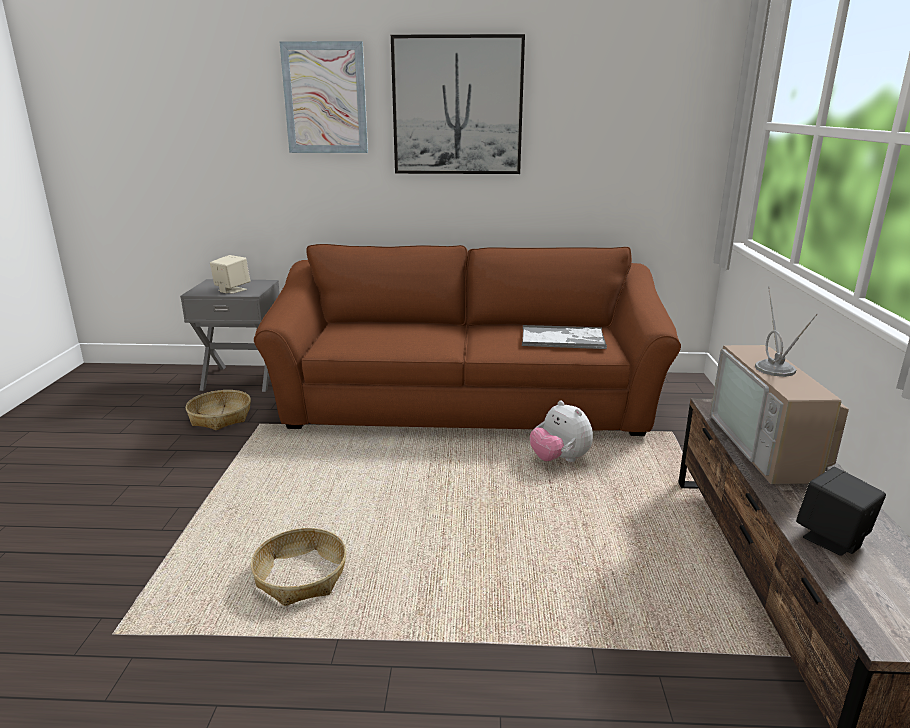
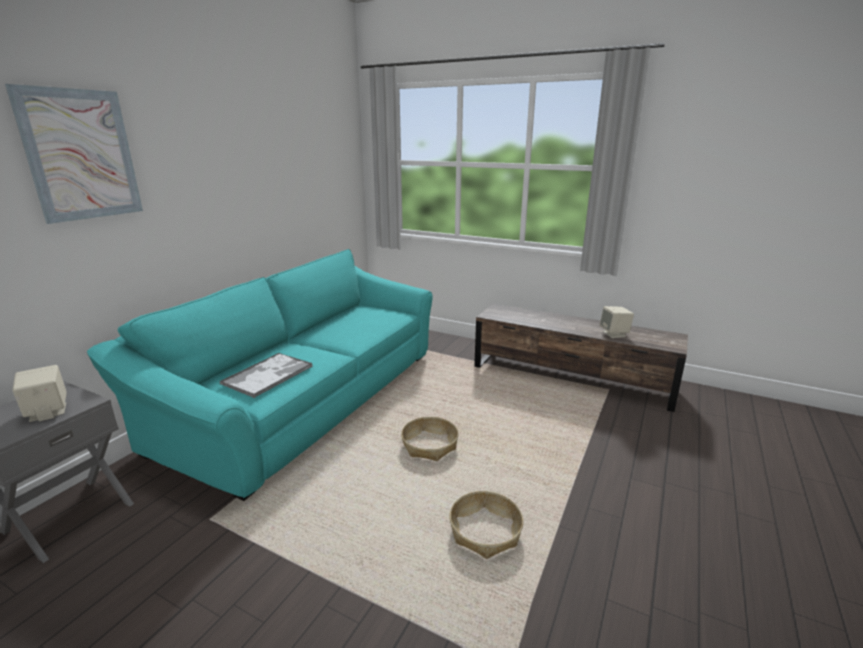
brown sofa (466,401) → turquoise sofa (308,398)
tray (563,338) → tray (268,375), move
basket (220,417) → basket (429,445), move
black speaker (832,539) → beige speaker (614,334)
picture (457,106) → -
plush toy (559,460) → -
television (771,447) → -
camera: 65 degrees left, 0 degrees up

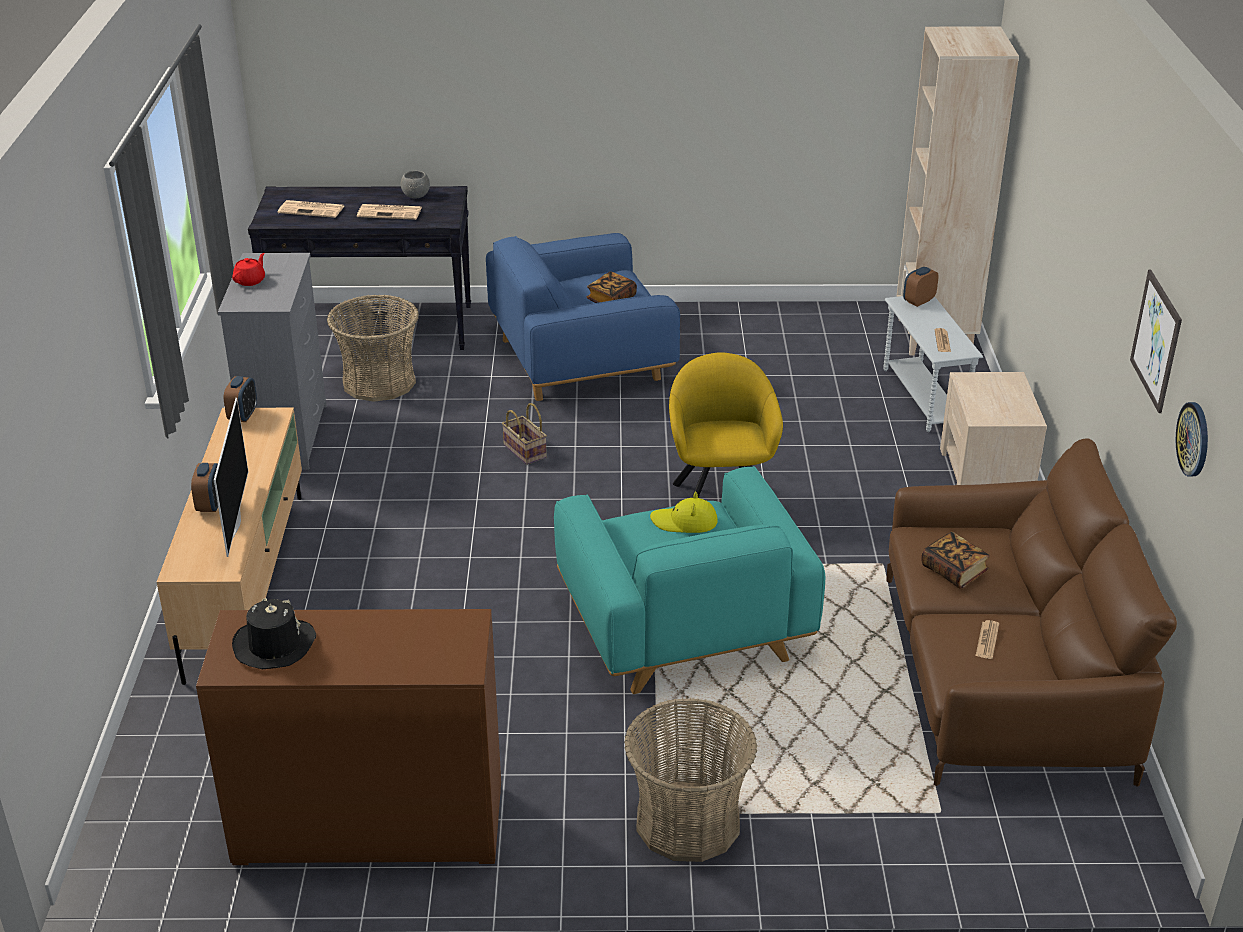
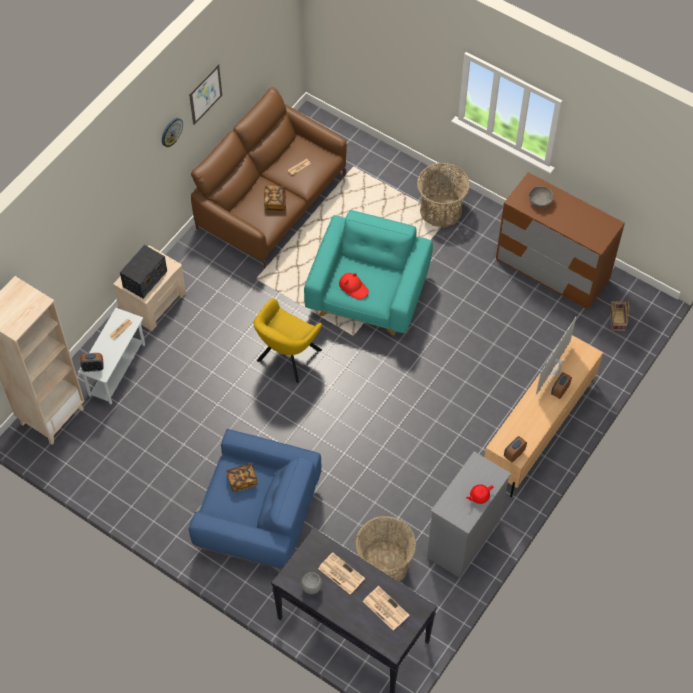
- → radio (145,279)
wall clock (1194,439) → wall clock (171,132), move
yellow hat (684,522) → red hat (353,287)
- → grey bowl (540,201)
basket (523,451) → basket (618,321), move
black hat (274,645) → -
camera: 145 degrees left, 25 degrees up

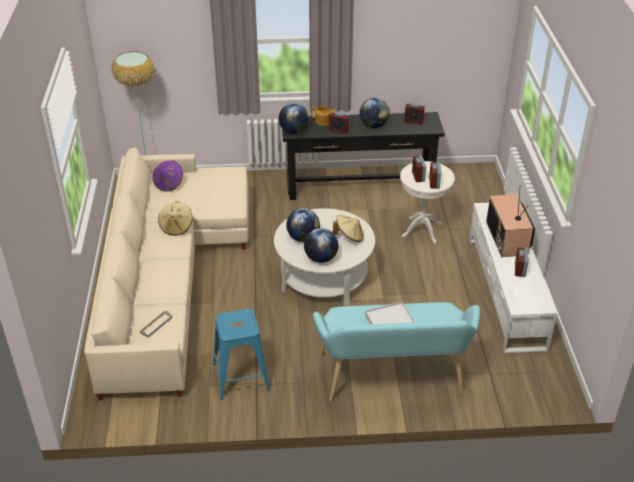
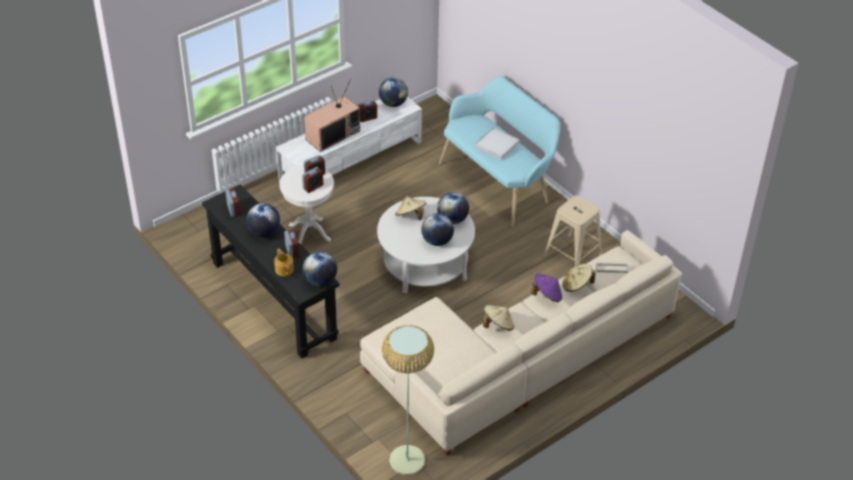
- → globe (393,103)
purple hat (169,184) → purple hat (547,295), move
blue stool (241,377) → beige stool (573,256)
- → beige hat (576,285)
camera: 125 degrees left, 5 degrees up

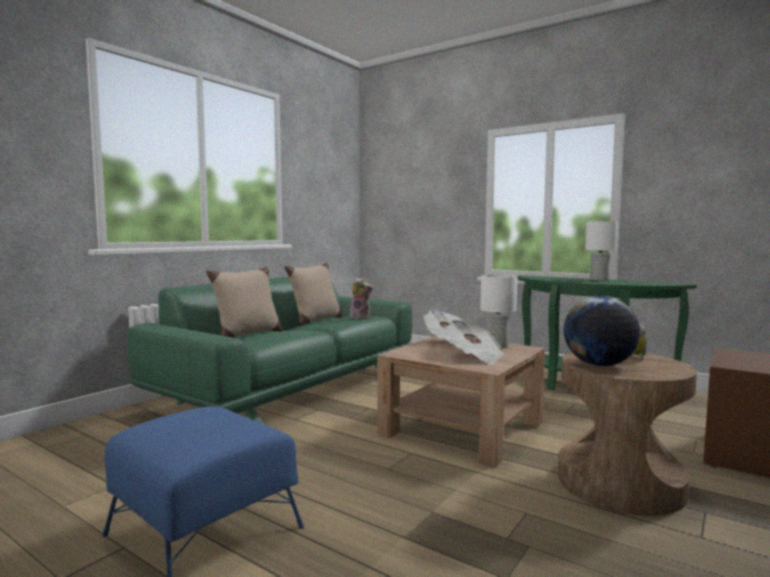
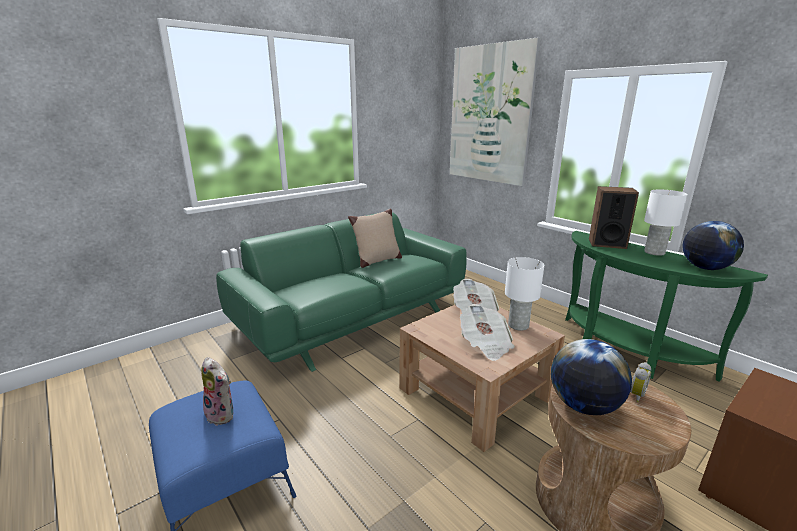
plush toy (361,318) → plush toy (223,414), move
- → picture (489,115)
- → speaker (607,243)
- → globe (705,268)
beige pillow (247,334) → -
camera: 15 degrees right, 15 degrees up

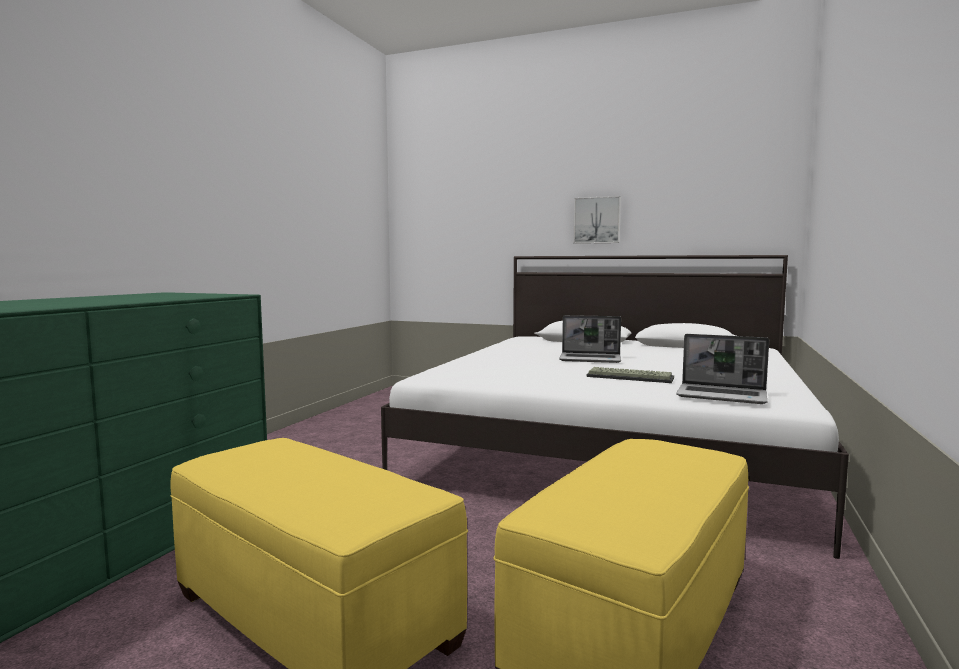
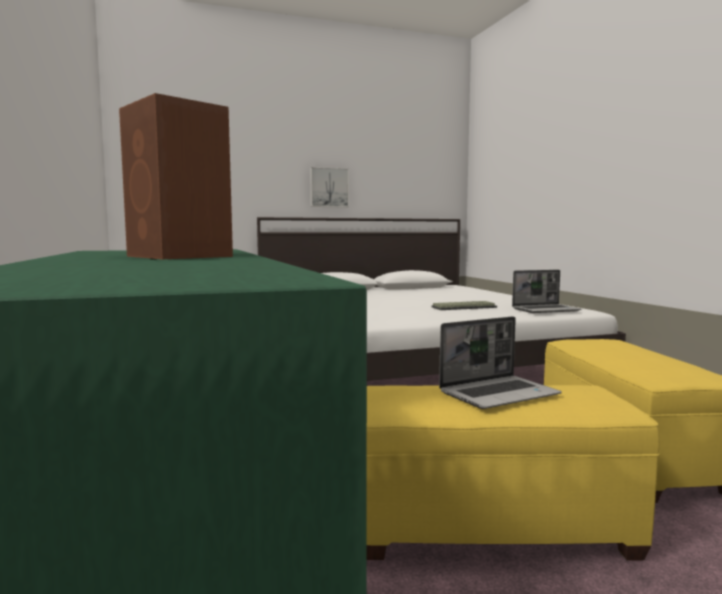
- → brown speaker (180,256)
laptop (591,359) → laptop (499,394), move
camera: 40 degrees left, 0 degrees up

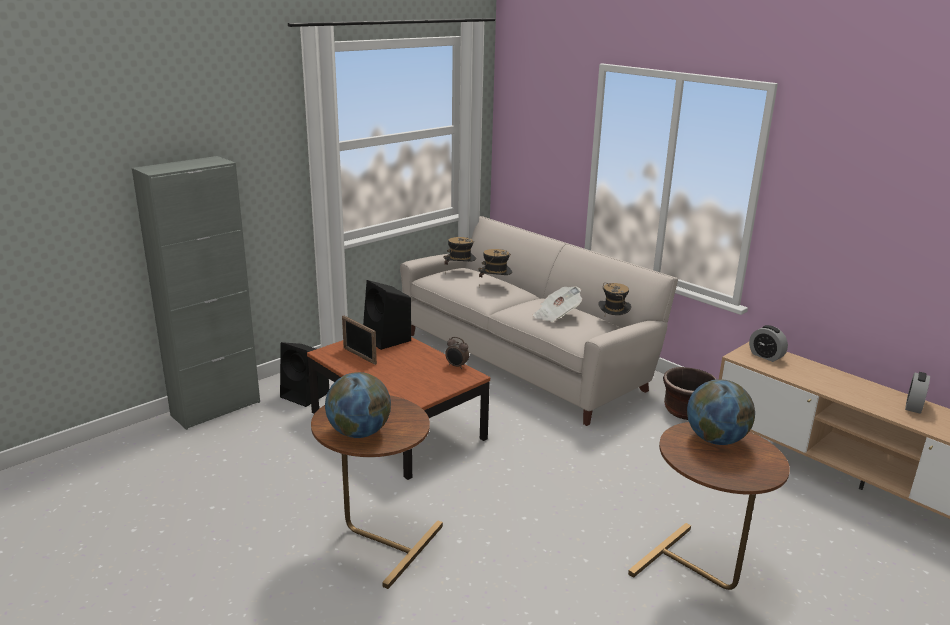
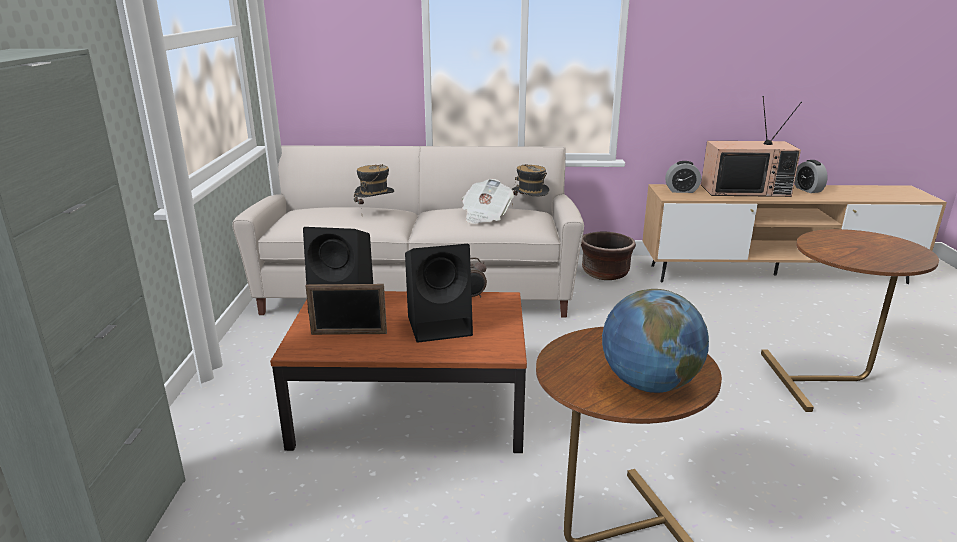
black speaker (306,395) → black speaker (441,325), move
- → television (745,190)
hat (459,272) → -
globe (715,439) → -
camera: 45 degrees left, 0 degrees up

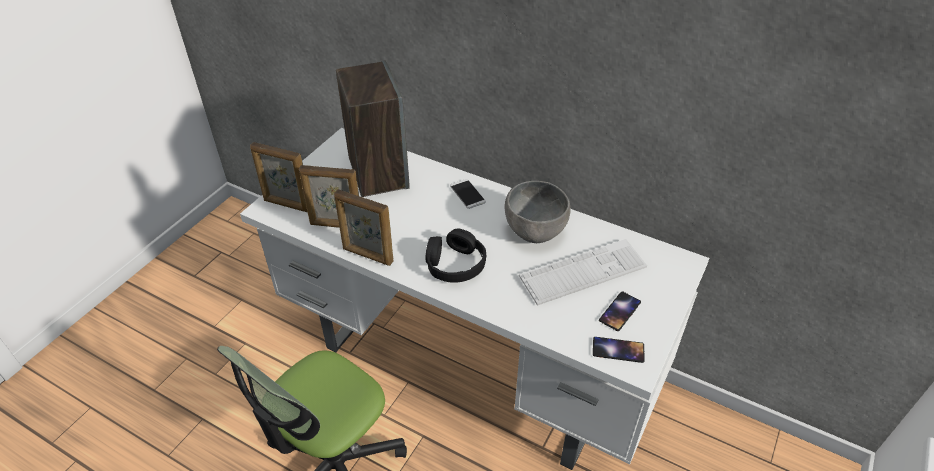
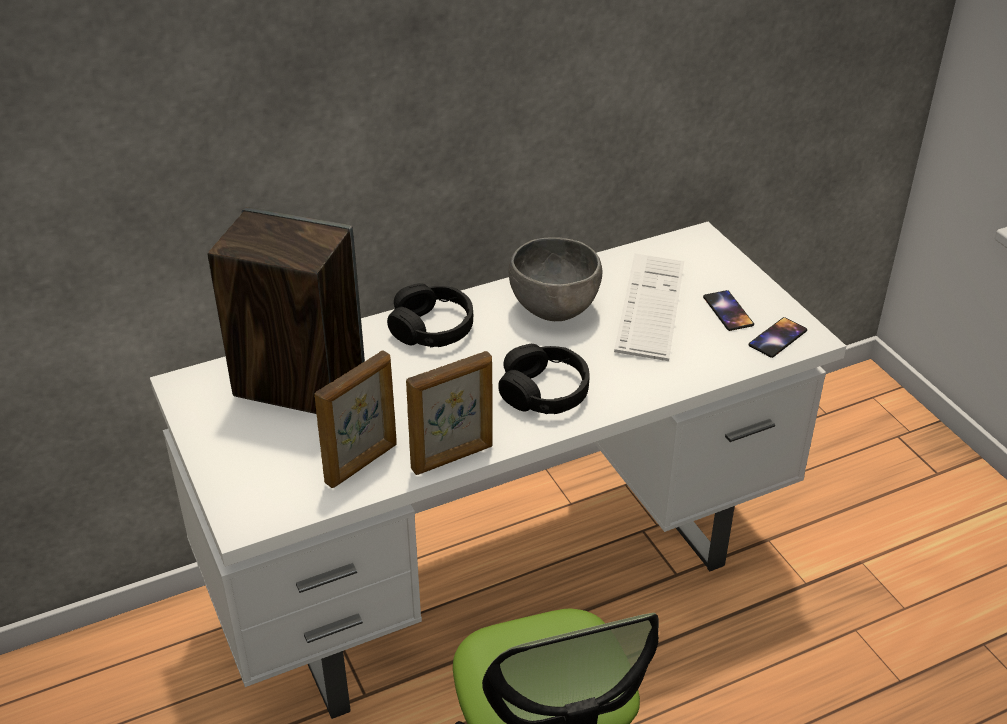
phone (467,194) → black headphones (432,328)
picture frame (287,205) → -
camera: 55 degrees left, 5 degrees down

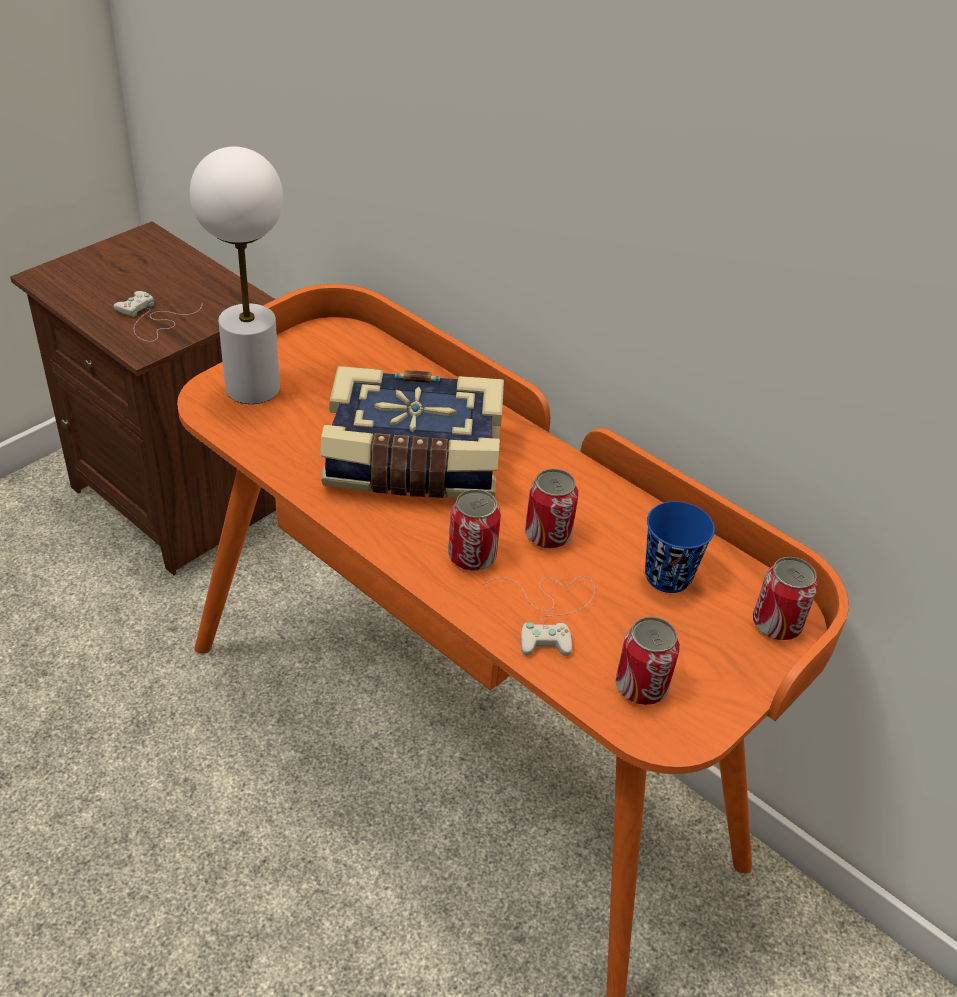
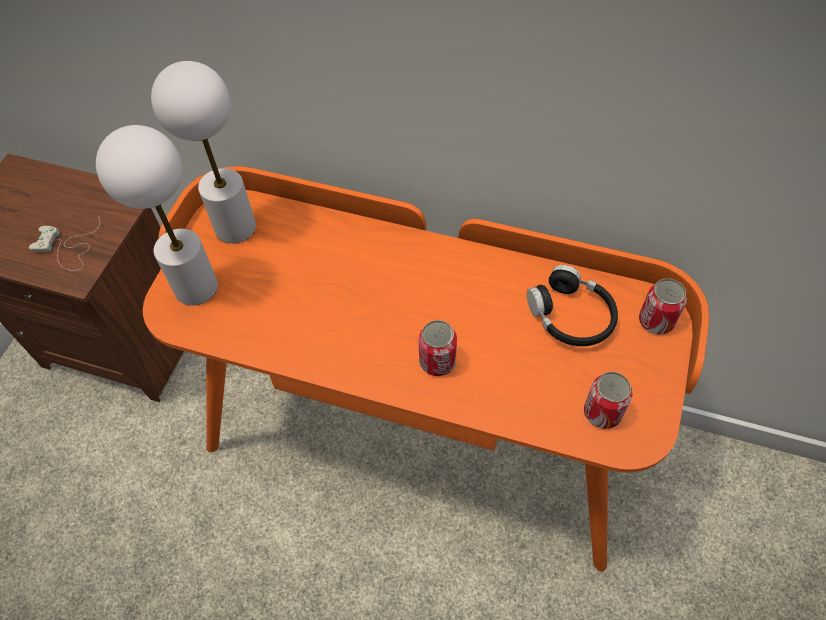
- → white table lamp (236,227)
blue cup (668,576) → black headphones (571,316)
book (413,463) → -
white game controller (549,612) → -
can (548,535) → -
camera: 20 degrees left, 15 degrees up

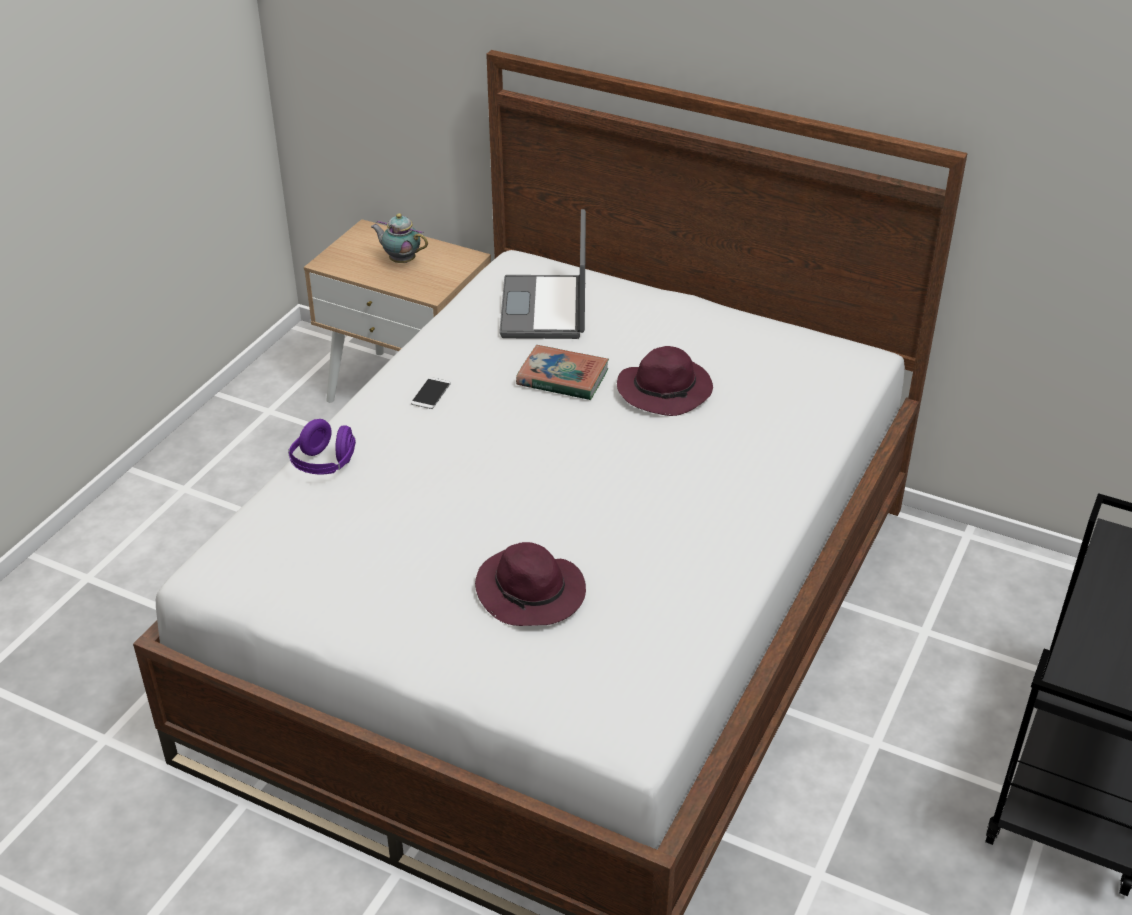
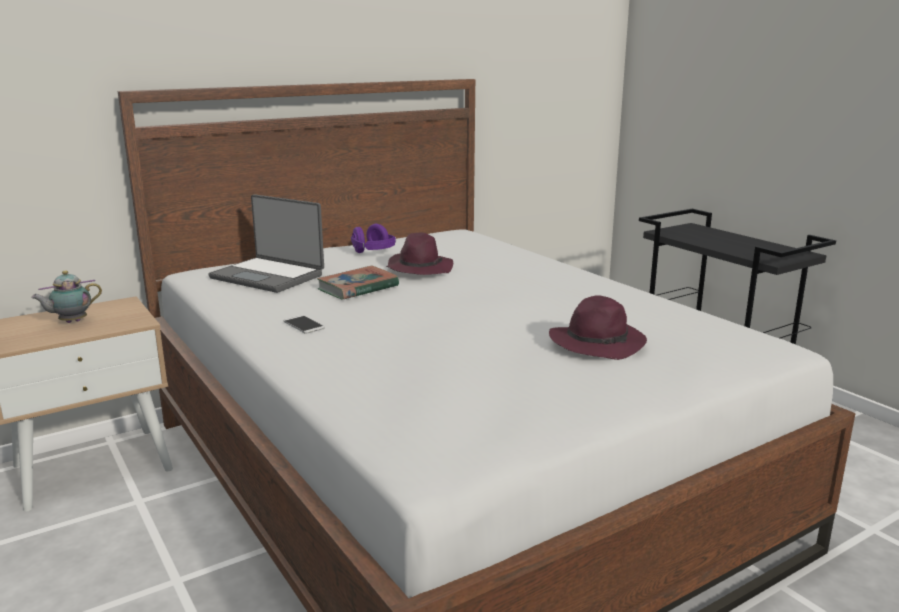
purple headphones (324,464) → purple headphones (373,253), move
camera: 60 degrees left, 20 degrees down

